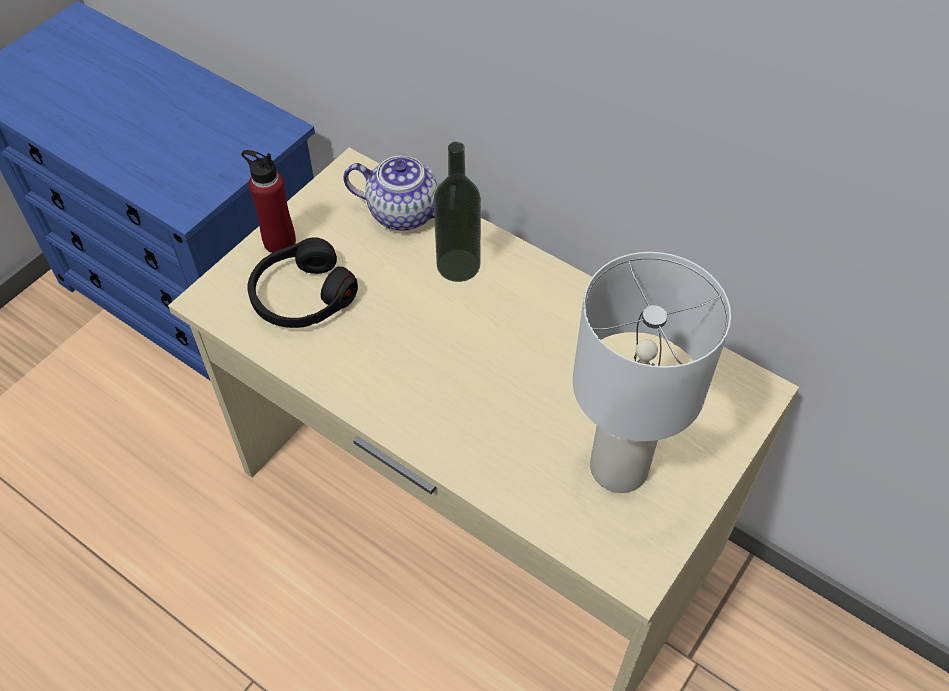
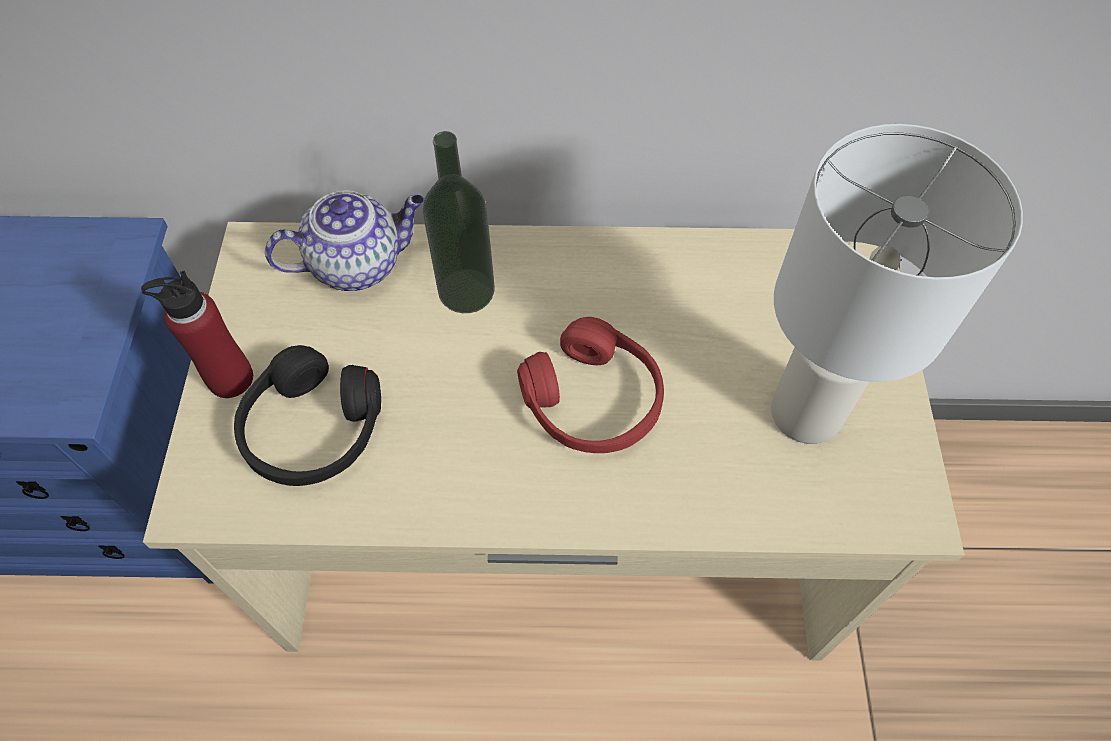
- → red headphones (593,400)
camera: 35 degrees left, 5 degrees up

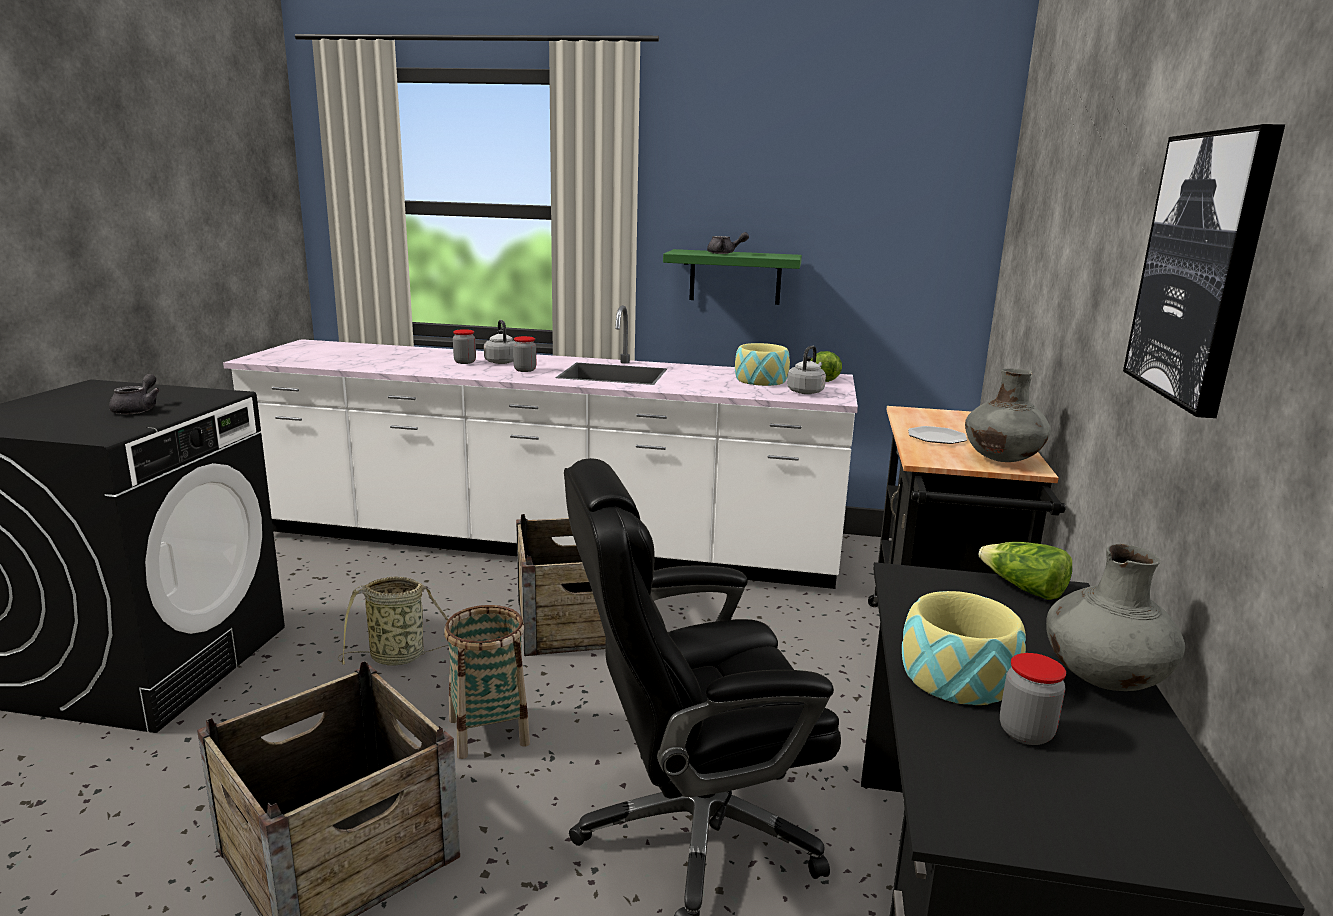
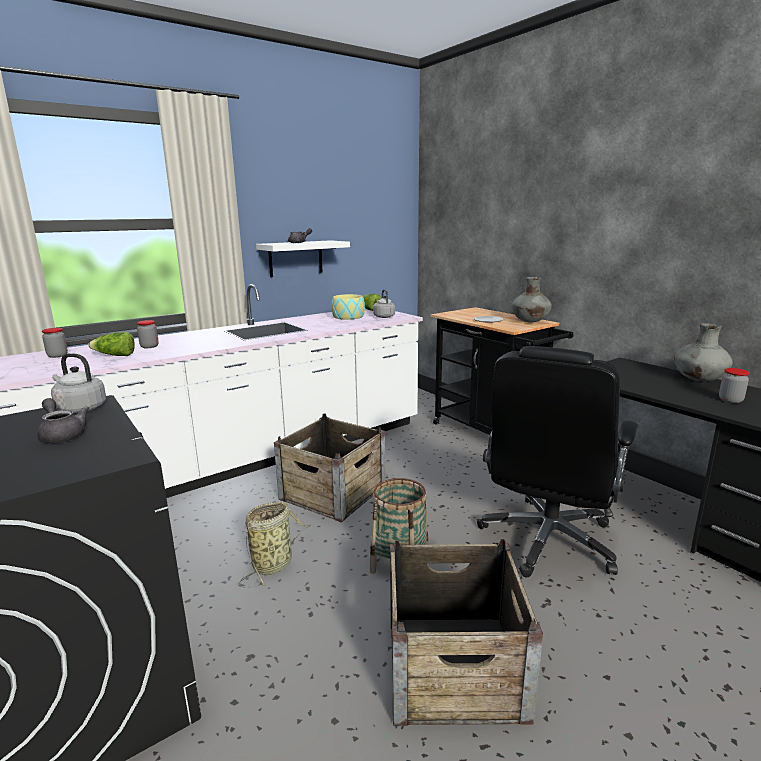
jar (525,370) → jar (57,355), move
grey kettle (501,362) → grey kettle (80,408), move
lettuce (1023,589) → lettuce (115,356), move
green shelf (735,277) → white shelf (295,258)
bowl (957,676) → -
picture (1200,268) → -
camera: 45 degrees left, 0 degrees up

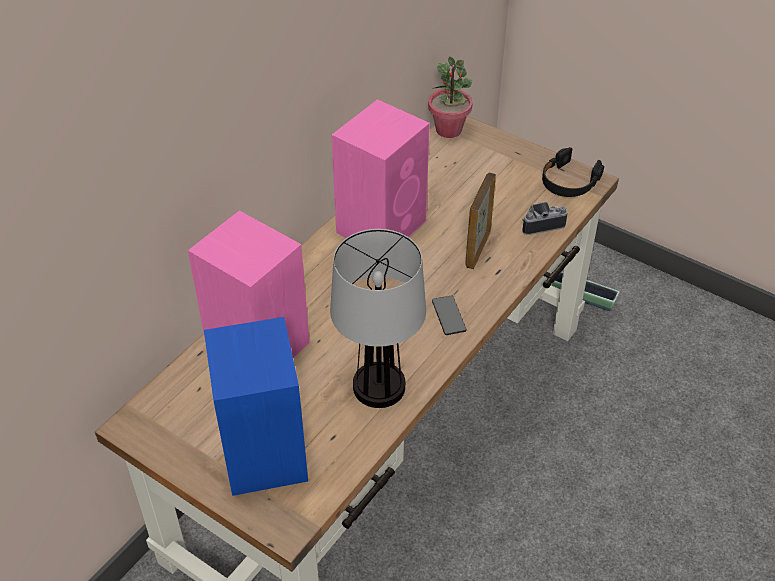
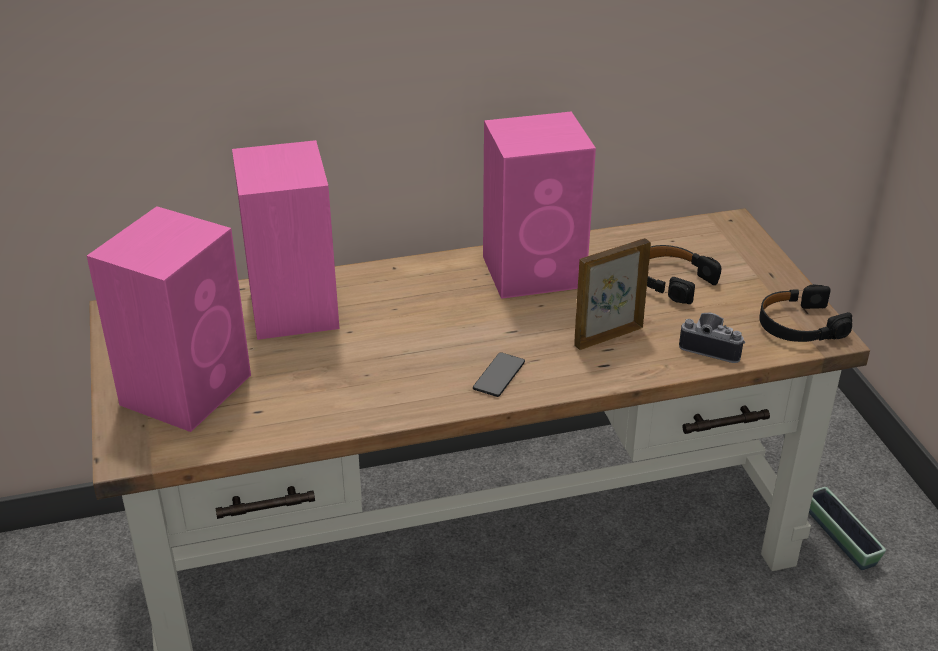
blue speaker (264,451) → pink speaker (188,388)
- → black headphones (672,280)
table lamp (378,386) → -
potted plant (449,130) → -
camera: 40 degrees right, 10 degrees down

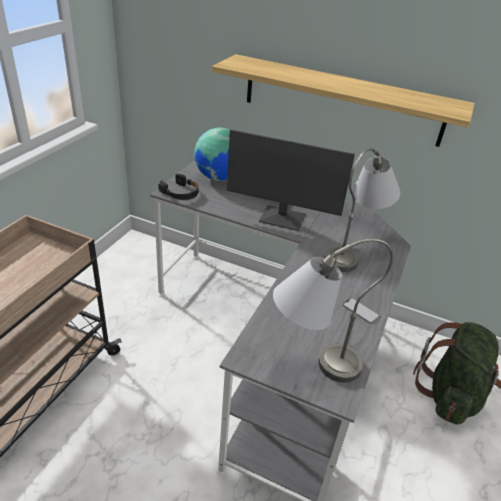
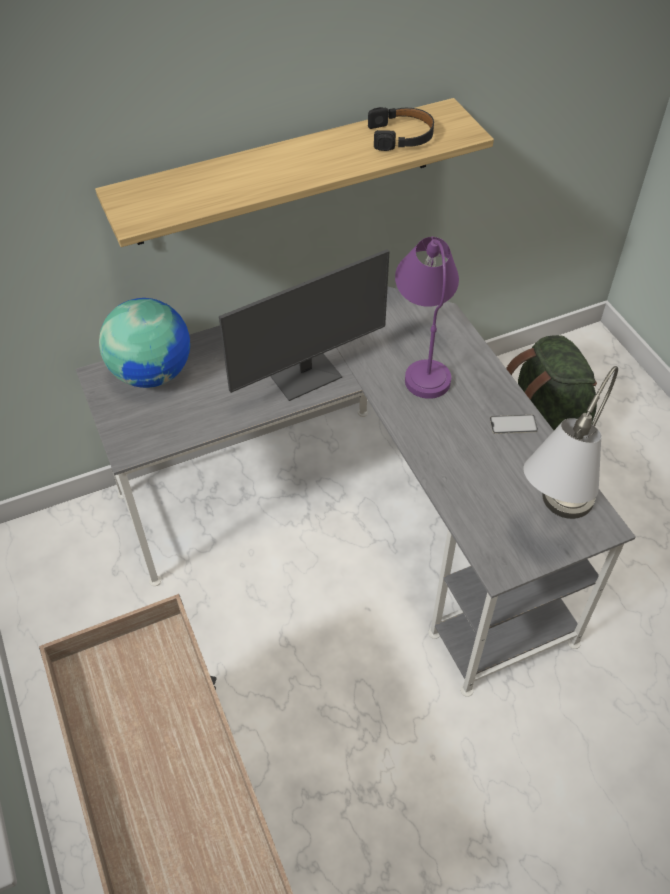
black headphones (180,193) → black headphones (401,136), move
grey table lamp (354,252) → purple table lamp (424,358)
camera: 45 degrees left, 15 degrees up

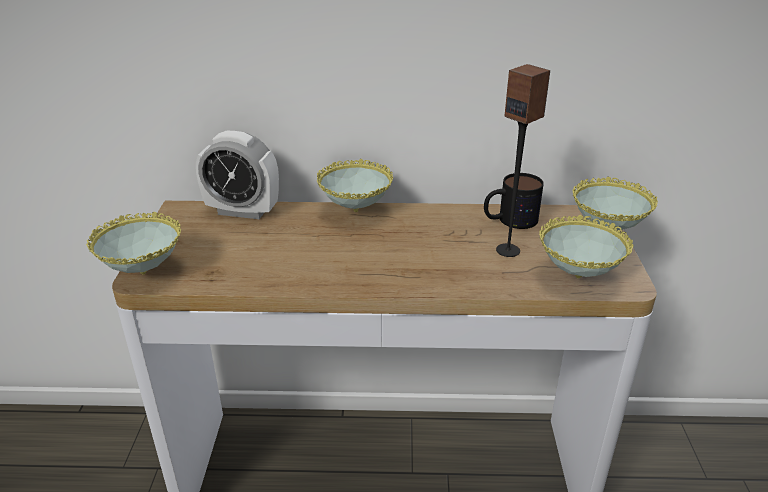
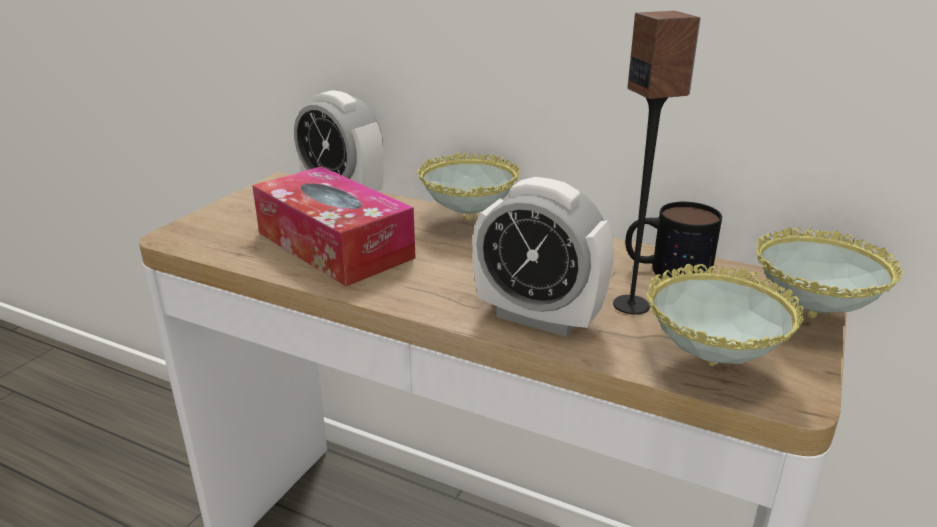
- → tissue box (334,245)
- → alarm clock (538,317)
bowl (144,274) → -
camera: 25 degrees right, 5 degrees down

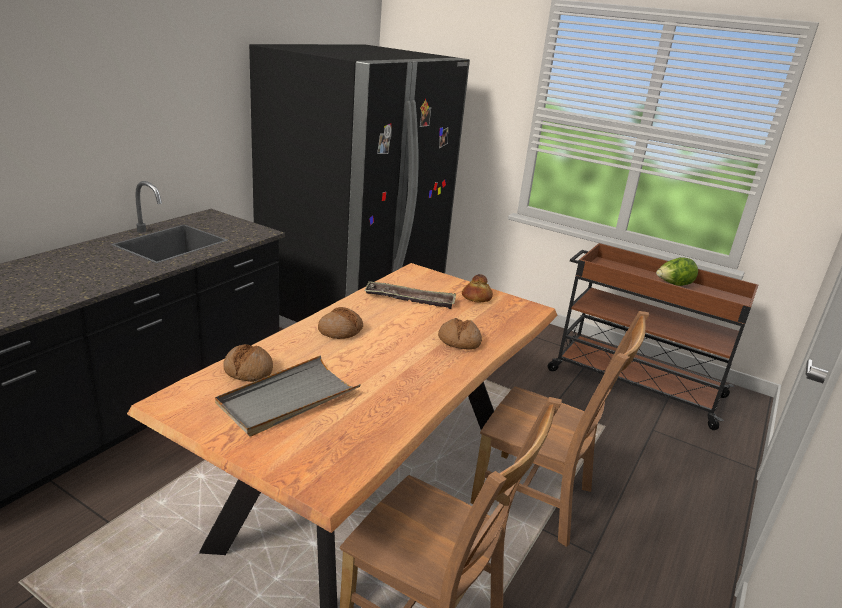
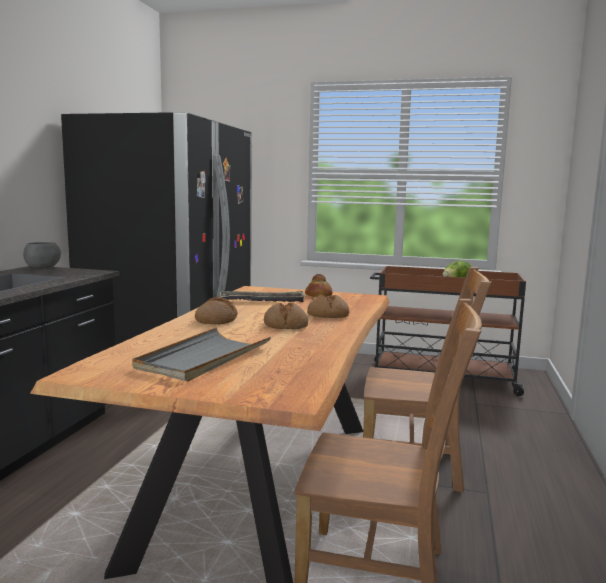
- → grey bowl (43,269)
bread (248,370) → bread (285,325), move
camera: 15 degrees left, 15 degrees down

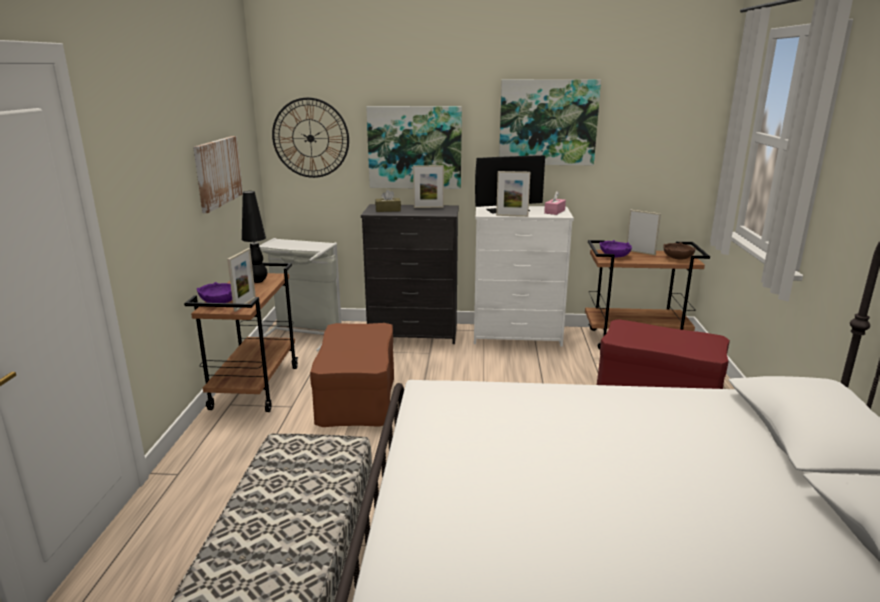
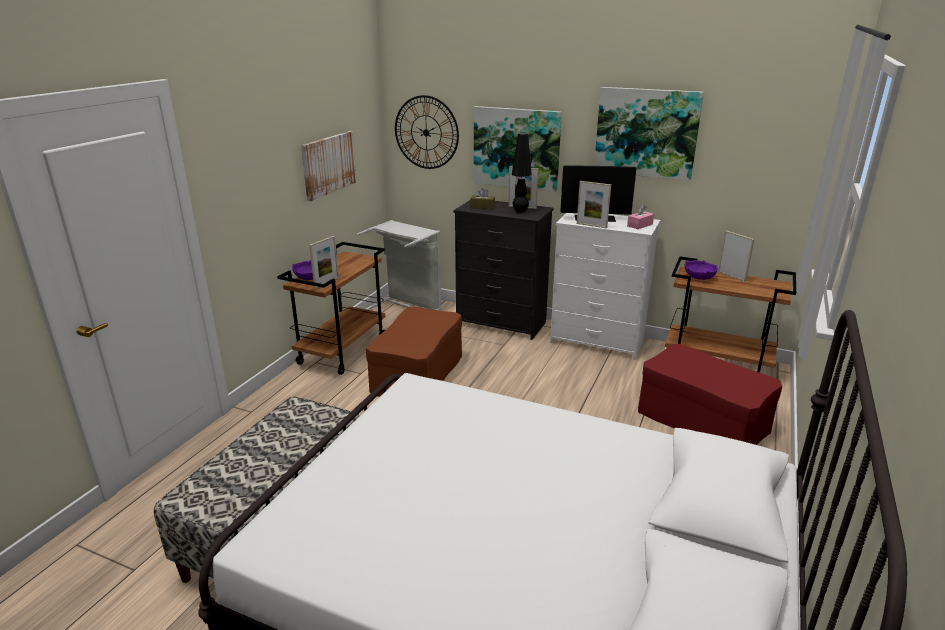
black table lamp (258,281) → black table lamp (520,211), move
brown bowl (678,258) → -
camera: 20 degrees right, 5 degrees up

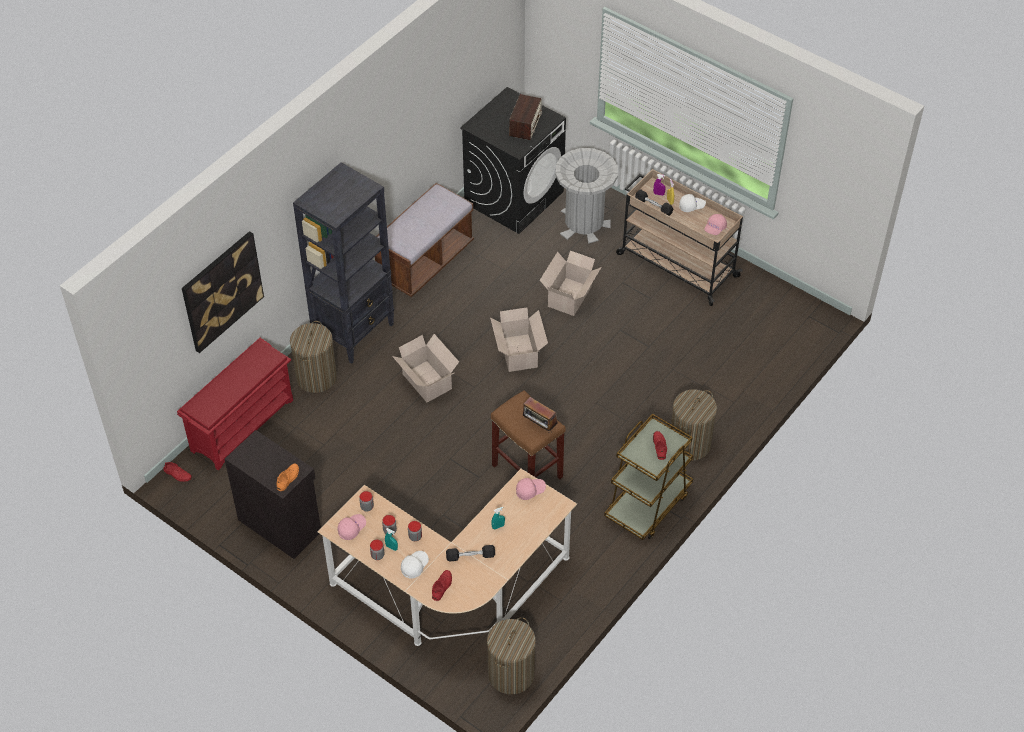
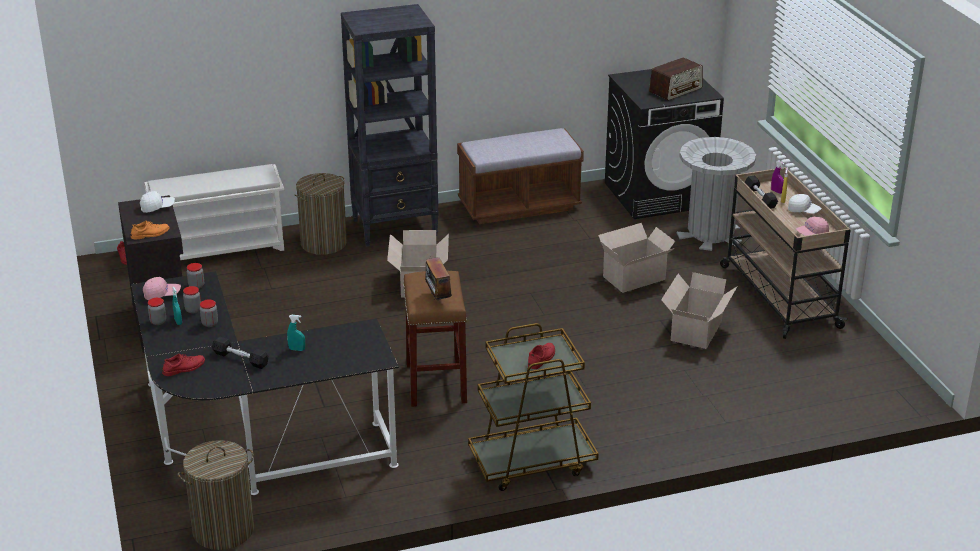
beige desk (453,593) → black desk (249,441)
white cap (414,566) → white cap (157,207), move
red shoe rack (242,424) → white shoe rack (221,249)
cardboard box (518,354) → cardboard box (695,331), move
picture (222,291) → -
pink cap (530,490) → -
laundry basket (689,444) → -
camera: 35 degrees right, 20 degrees down

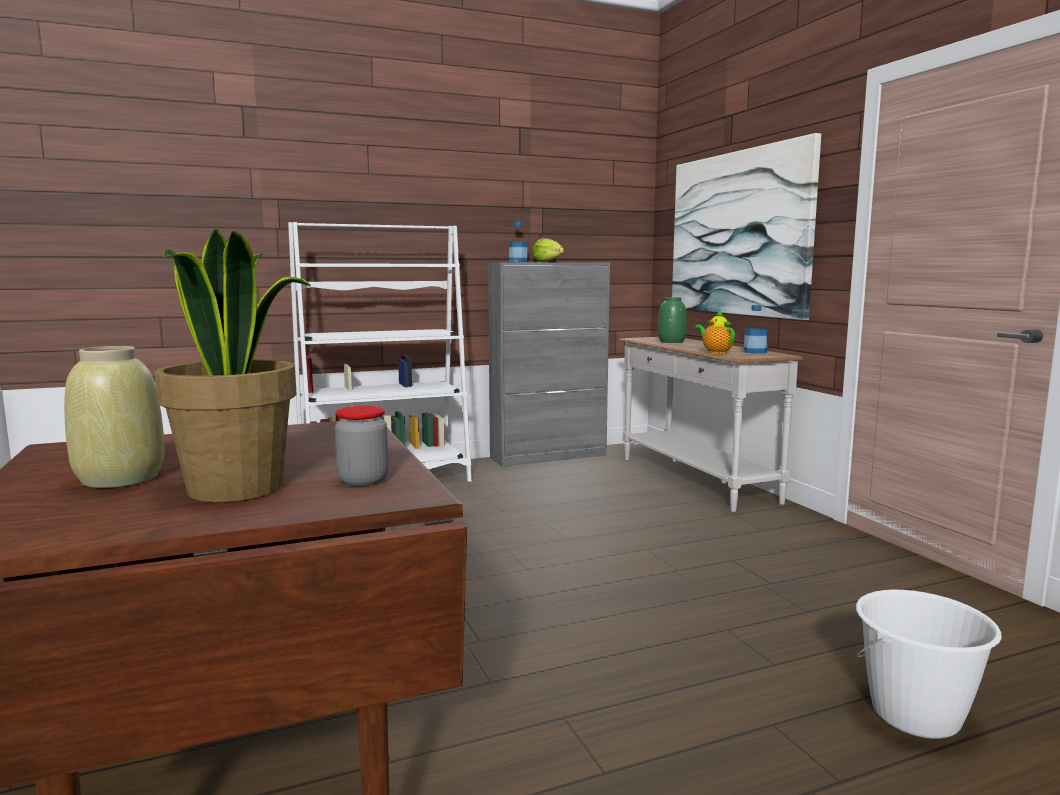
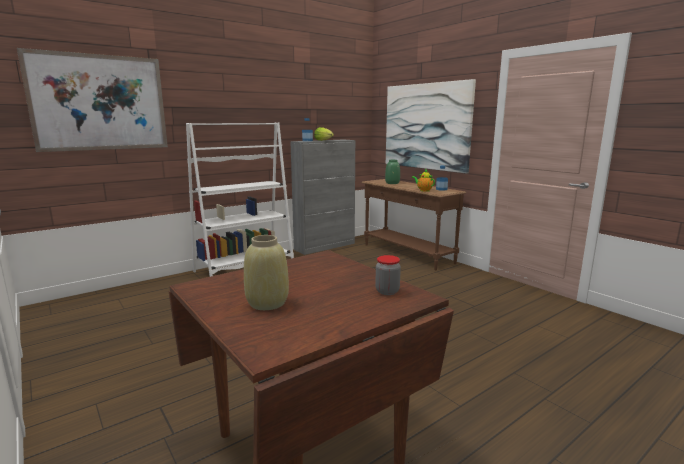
- → picture (100,103)
white console table (694,479) → brown console table (407,254)
potted plant (238,489) → -
white bucket (916,715) → -
camera: 15 degrees left, 5 degrees up

